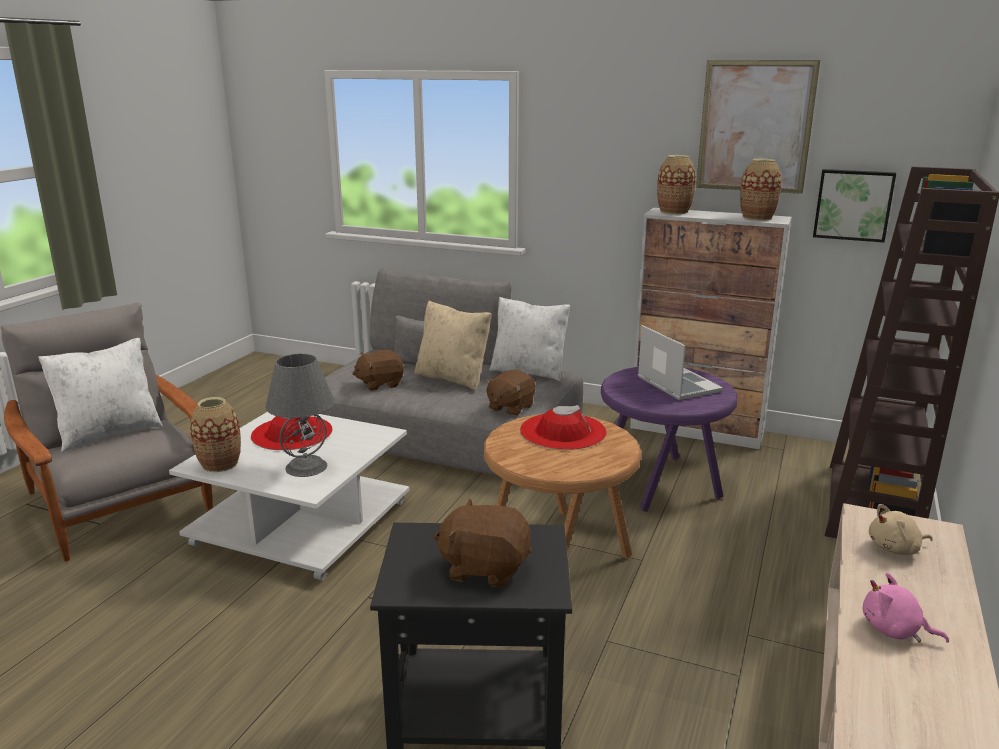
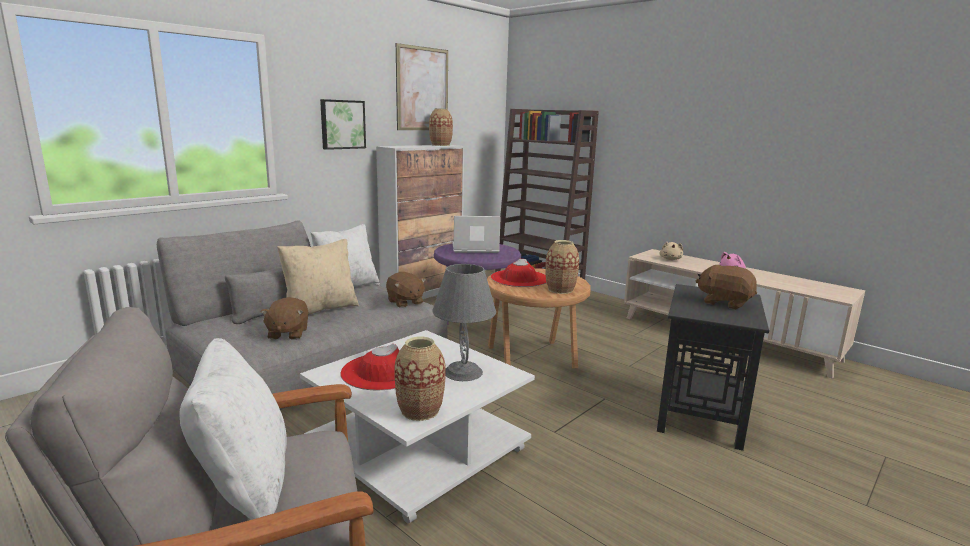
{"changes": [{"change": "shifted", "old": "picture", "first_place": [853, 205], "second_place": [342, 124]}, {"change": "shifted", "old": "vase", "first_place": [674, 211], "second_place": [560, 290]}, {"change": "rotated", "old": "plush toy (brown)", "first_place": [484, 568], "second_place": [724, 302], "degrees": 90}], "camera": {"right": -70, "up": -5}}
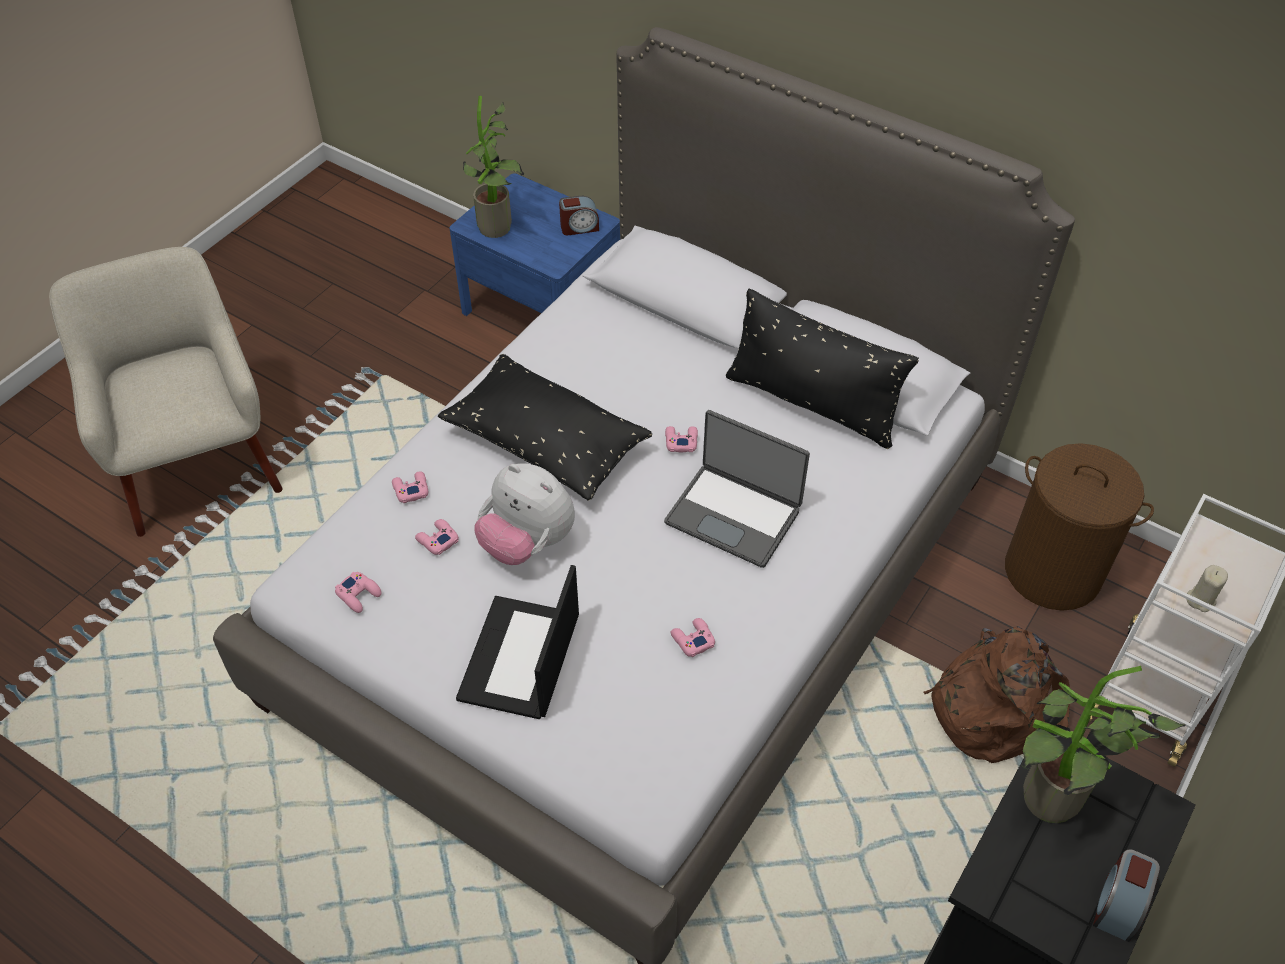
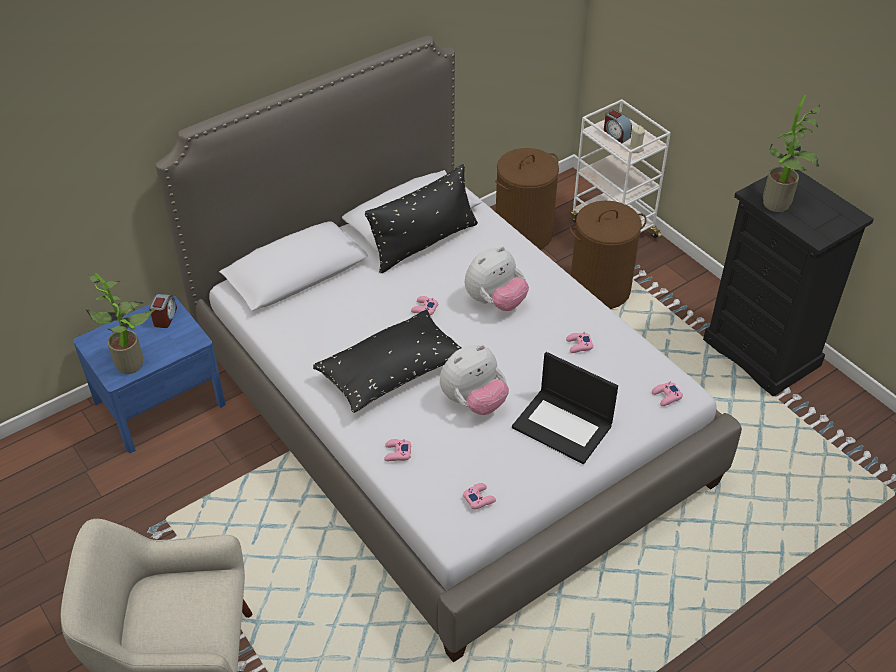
{"changes": [{"change": "swapped", "old": "laptop", "new": "plush toy", "first_place": [734, 515], "second_place": [495, 301]}, {"change": "swapped", "old": "backpack (brown)", "new": "laundry basket (brown)", "first_place": [993, 707], "second_place": [600, 289]}, {"change": "shifted", "old": "alarm clock", "first_place": [1118, 904], "second_place": [616, 135]}, {"change": "shifted", "old": "game controller (pink)", "first_place": [437, 540], "second_place": [666, 396]}], "camera": {"right": -70, "up": -5}}
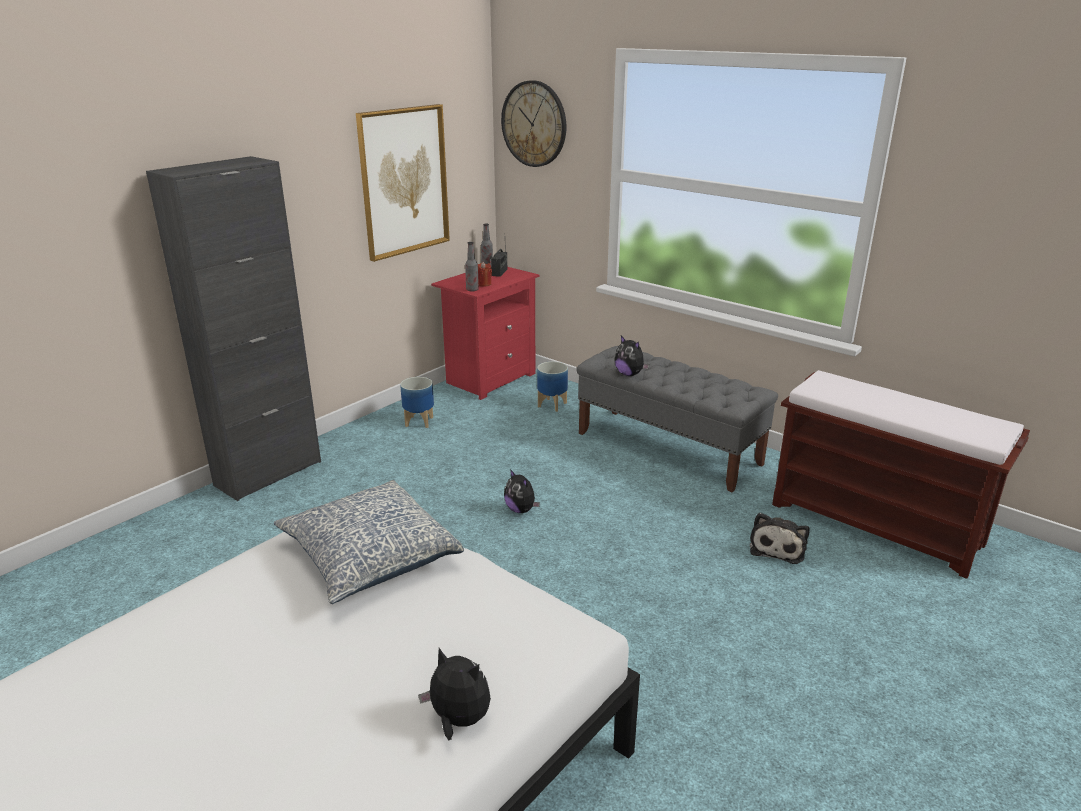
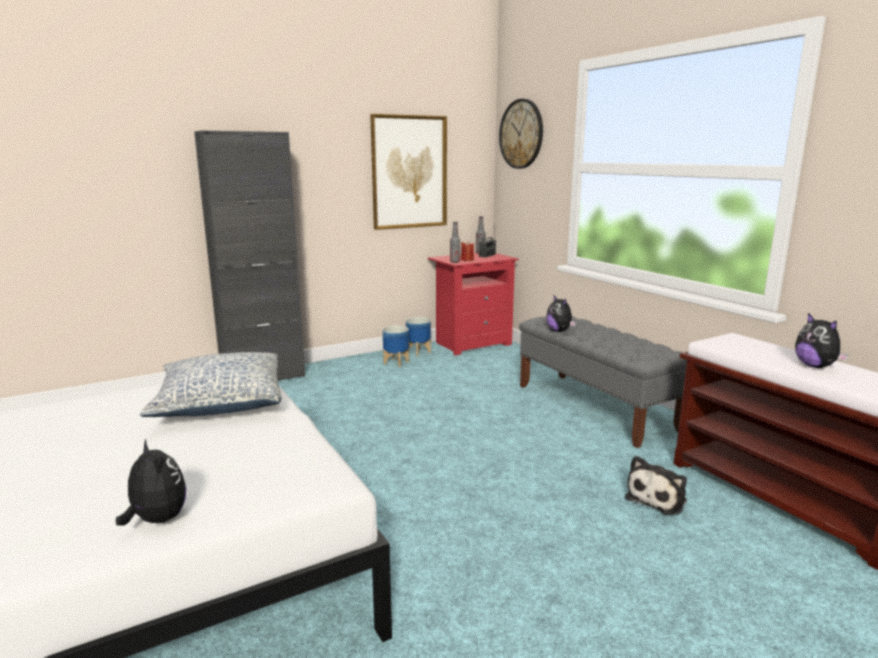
{"changes": [{"change": "shifted", "old": "planter", "first_place": [552, 404], "second_place": [418, 352]}, {"change": "shifted", "old": "plush toy", "first_place": [521, 510], "second_place": [815, 366]}], "camera": {"right": 20, "up": -10}}
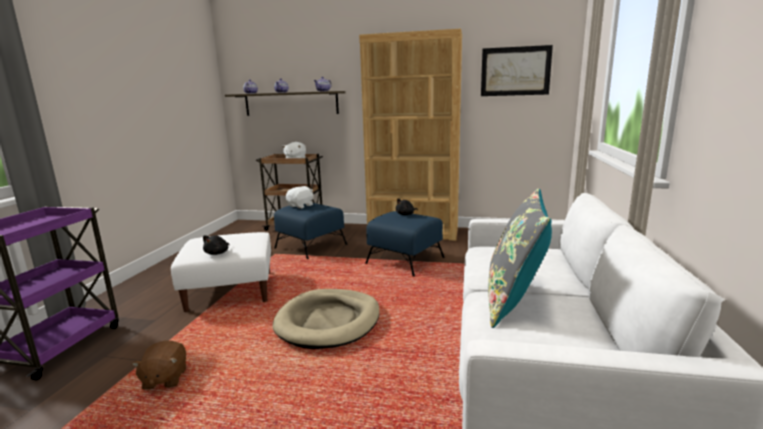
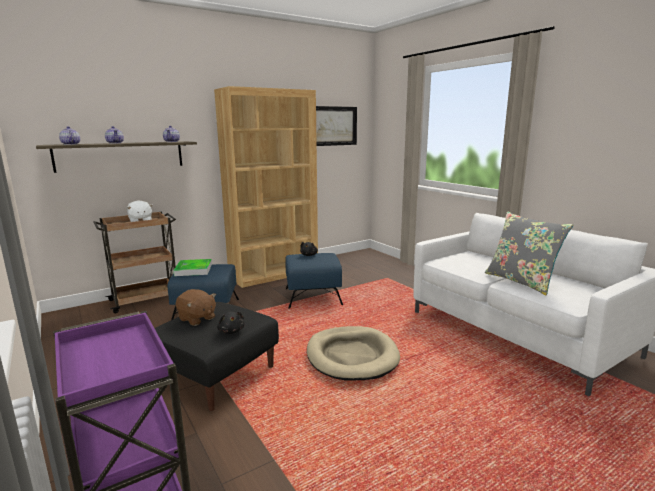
{"changes": [{"change": "repainted", "old": "ottoman (white)", "new": "ottoman (black)", "first_place": [231, 290], "second_place": [216, 374]}, {"change": "swapped", "old": "plush toy (white)", "new": "tray", "first_place": [301, 206], "second_place": [193, 270]}, {"change": "shifted", "old": "plush toy (brown)", "first_place": [164, 379], "second_place": [197, 319]}], "camera": {"right": -45, "up": 0}}
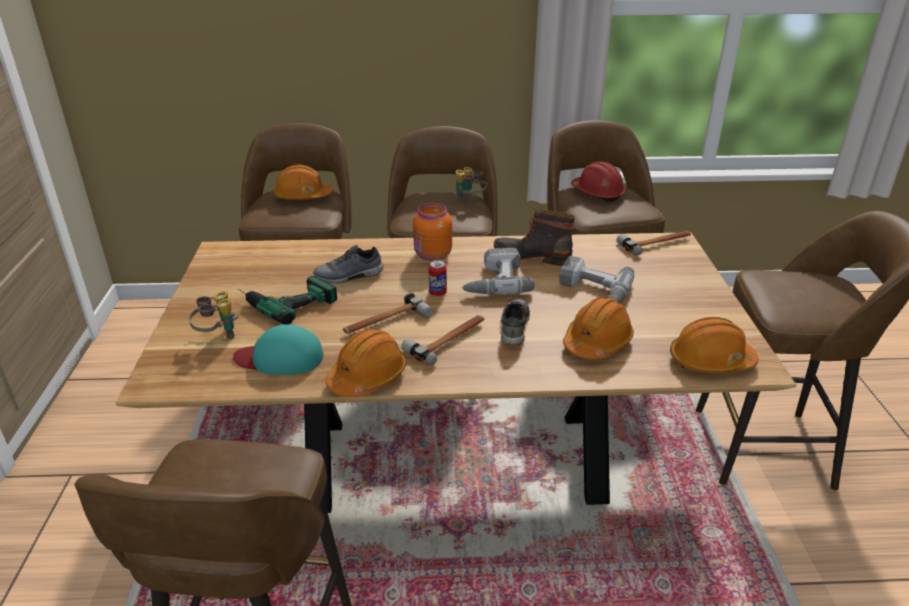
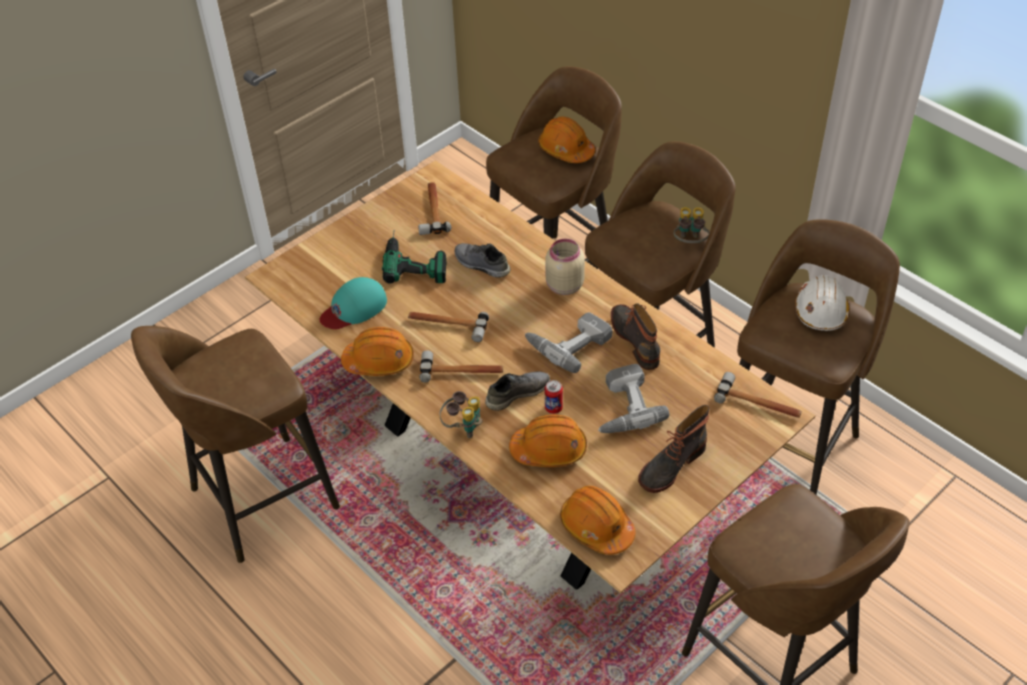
{"changes": [{"change": "rotated", "old": "cap (turquoise)", "first_place": [280, 358], "second_place": [354, 308], "degrees": -90}, {"change": "new", "new": "hammer", "second_place": [432, 210]}, {"change": "shifted", "old": "binoculars", "first_place": [217, 336], "second_place": [463, 427]}, {"change": "repainted", "old": "jar (orange)", "new": "jar (beige)", "first_place": [432, 255], "second_place": [563, 286]}, {"change": "shifted", "old": "can", "first_place": [437, 293], "second_place": [553, 408]}, {"change": "new", "new": "boot", "second_place": [670, 465]}, {"change": "repainted", "old": "hard hat (red)", "new": "hard hat (white)", "first_place": [598, 193], "second_place": [820, 311]}], "camera": {"right": 50, "up": 15}}
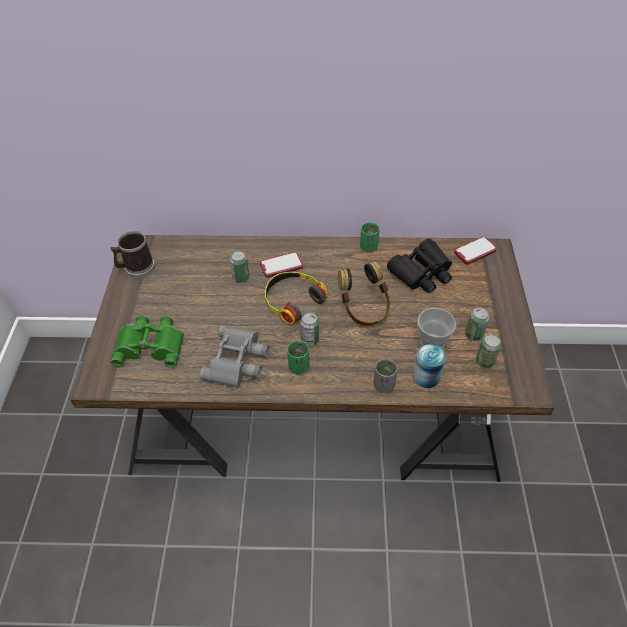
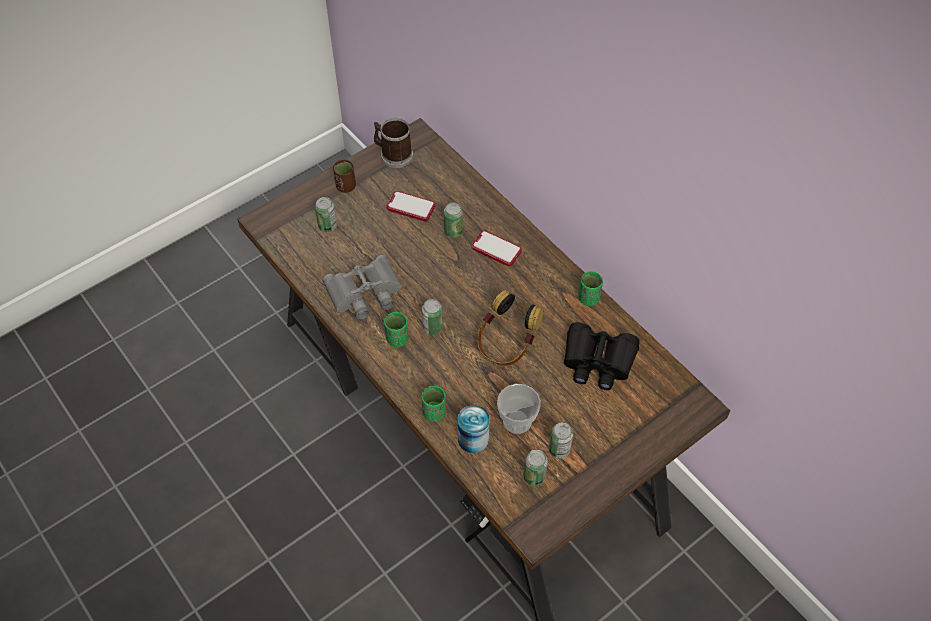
{"changes": [{"change": "swapped", "old": "binoculars (green)", "new": "can", "first_place": [151, 345], "second_place": [327, 226]}, {"change": "new", "new": "cup (brown)", "second_place": [346, 186]}, {"change": "shifted", "old": "phone", "first_place": [475, 251], "second_place": [411, 207]}, {"change": "repainted", "old": "cup (grey)", "new": "cup (green)", "first_place": [383, 385], "second_place": [434, 412]}, {"change": "gone", "old": "headphones", "first_place": [293, 300]}], "camera": {"right": 50, "up": 5}}
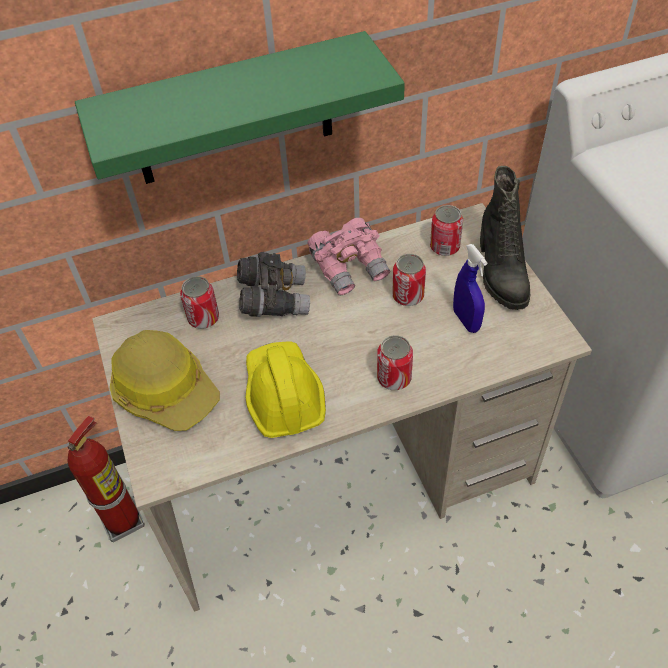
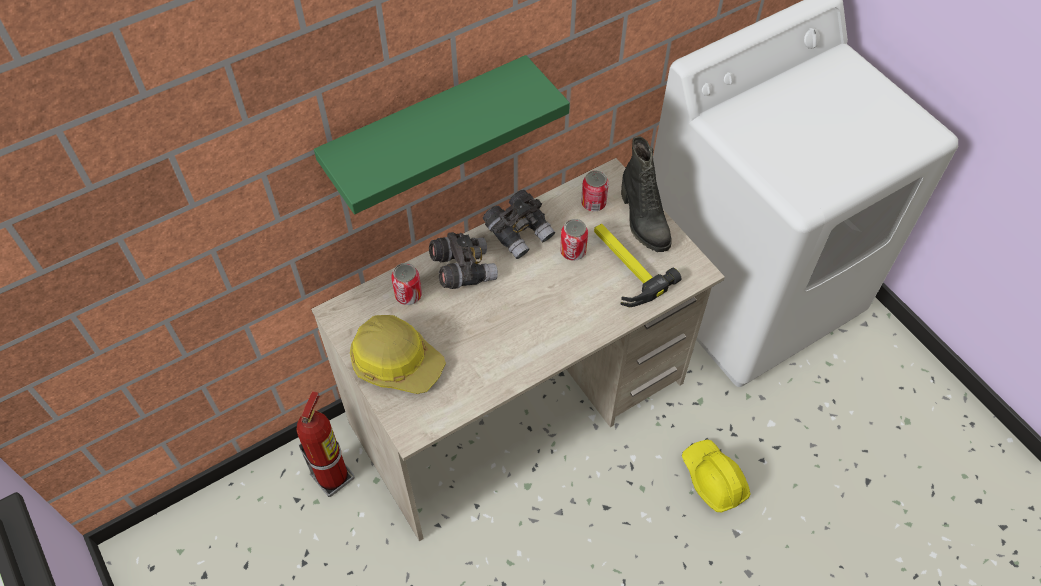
{"changes": [{"change": "repainted", "old": "binoculars (pink)", "new": "binoculars (grey)", "first_place": [350, 268], "second_place": [519, 233]}, {"change": "swapped", "old": "spray bottle (blue)", "new": "hammer", "first_place": [466, 320], "second_place": [624, 266]}, {"change": "shifted", "old": "hard hat (yellow)", "first_place": [283, 395], "second_place": [713, 479]}, {"change": "gone", "old": "can", "first_place": [394, 378]}], "camera": {"right": -15, "up": 5}}
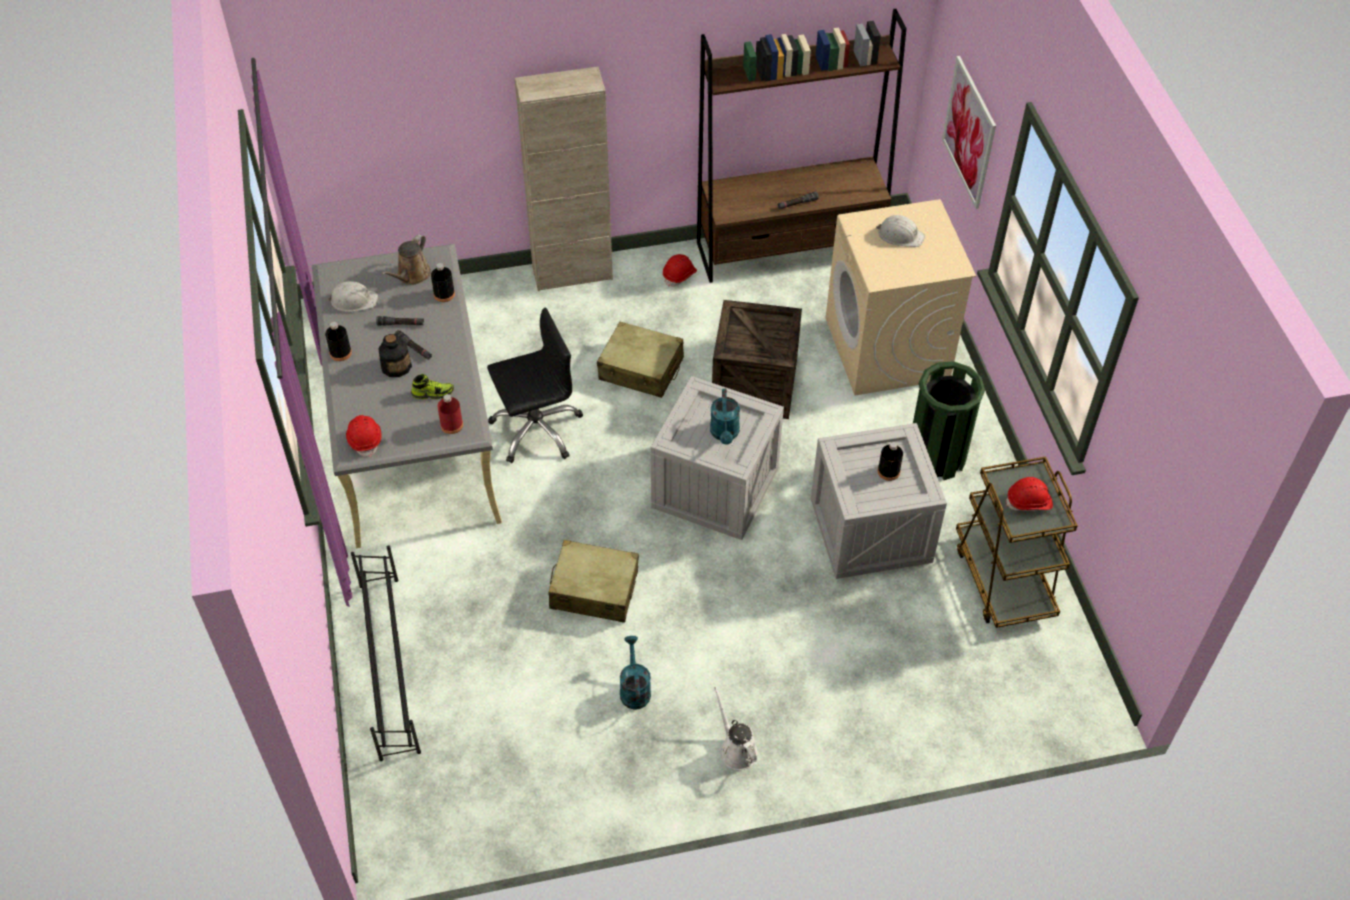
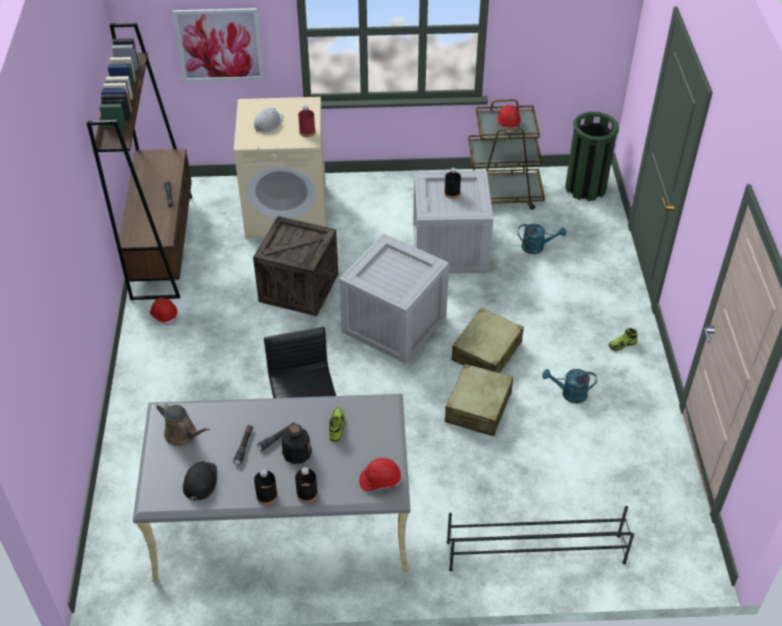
{"changes": [{"change": "repainted", "old": "hard hat (white)", "new": "hard hat (black)", "first_place": [353, 300], "second_place": [200, 482]}, {"change": "shifted", "old": "bottle (black)", "first_place": [444, 294], "second_place": [307, 493]}, {"change": "shifted", "old": "bottle (red)", "first_place": [451, 425], "second_place": [307, 132]}, {"change": "shifted", "old": "suitcase (beige)", "first_place": [641, 369], "second_place": [487, 351]}, {"change": "shifted", "old": "watering can (turquoise)", "first_place": [725, 434], "second_place": [537, 247]}, {"change": "shifted", "old": "trash can (green)", "first_place": [936, 457], "second_place": [585, 187]}, {"change": "swapped", "old": "watering can (white)", "new": "shoe", "first_place": [736, 749], "second_place": [622, 344]}, {"change": "gone", "old": "cabinet (beige)", "first_place": [572, 273]}], "camera": {"right": -80, "up": -5}}
